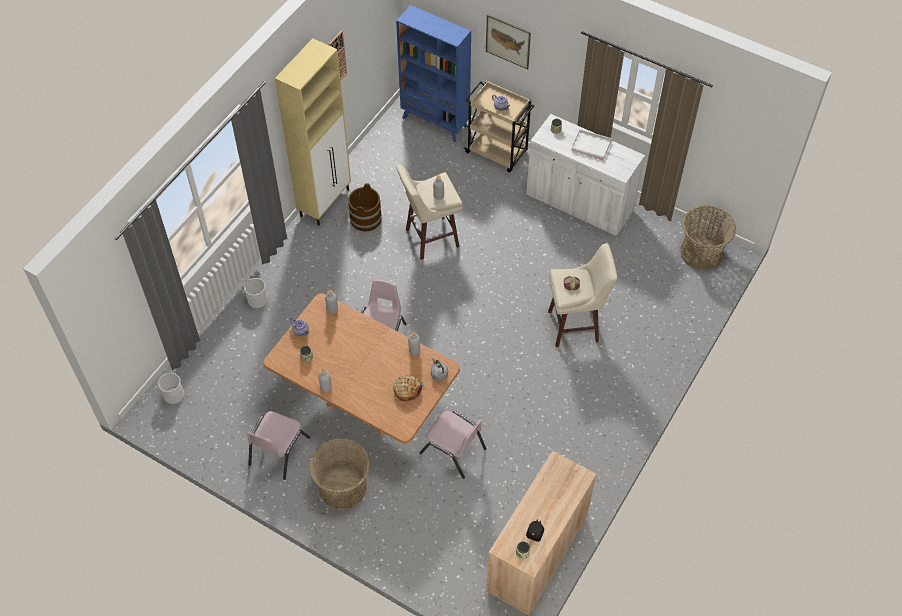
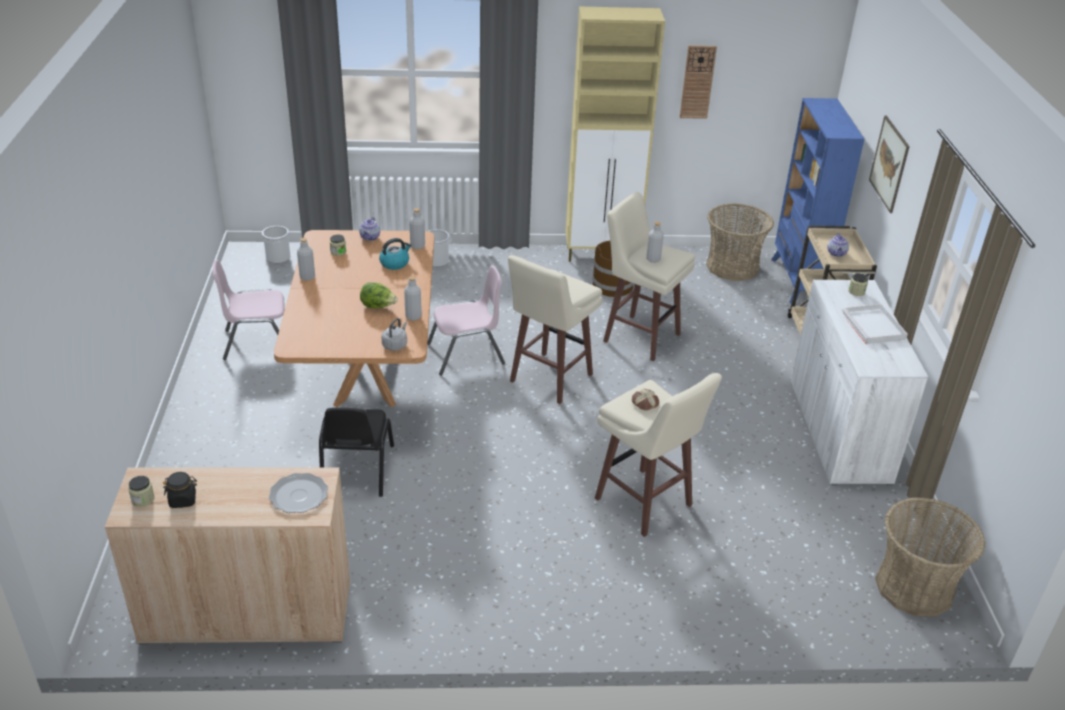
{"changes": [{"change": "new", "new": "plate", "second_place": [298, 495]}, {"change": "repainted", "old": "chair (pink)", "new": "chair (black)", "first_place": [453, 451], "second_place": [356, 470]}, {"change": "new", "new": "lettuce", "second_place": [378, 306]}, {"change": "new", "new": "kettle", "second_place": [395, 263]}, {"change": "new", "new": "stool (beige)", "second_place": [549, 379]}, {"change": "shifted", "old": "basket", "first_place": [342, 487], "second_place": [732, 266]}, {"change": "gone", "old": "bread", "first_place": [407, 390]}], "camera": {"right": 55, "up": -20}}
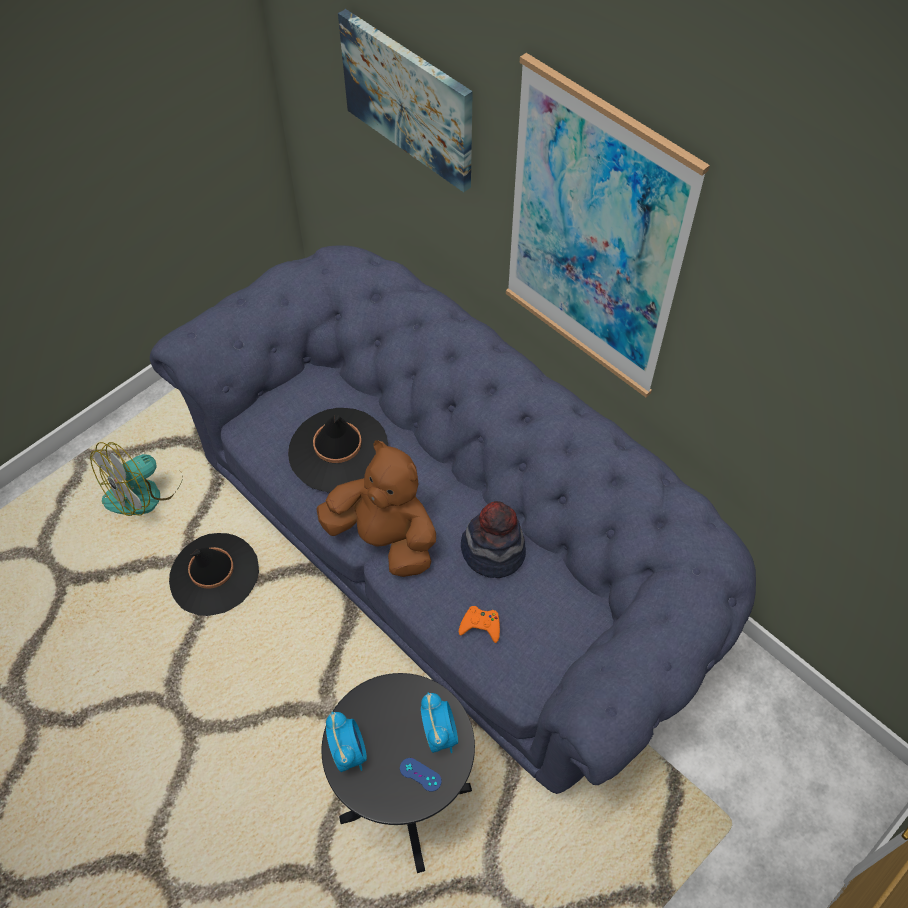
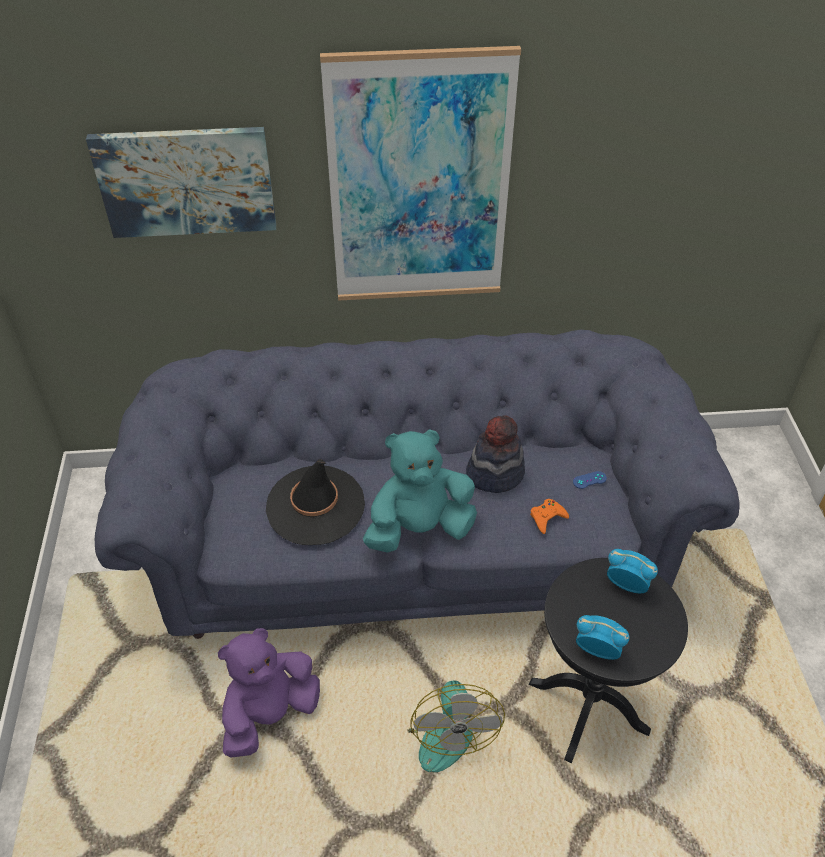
{"changes": [{"change": "swapped", "old": "hat (black)", "new": "plush toy (purple)", "first_place": [213, 574], "second_place": [270, 714]}, {"change": "repainted", "old": "plush toy (brown)", "new": "plush toy (turquoise)", "first_place": [384, 538], "second_place": [419, 528]}, {"change": "shifted", "old": "fan", "first_place": [144, 491], "second_place": [443, 728]}, {"change": "shifted", "old": "game controller (blue)", "first_place": [420, 774], "second_place": [589, 480]}], "camera": {"right": -50, "up": -10}}
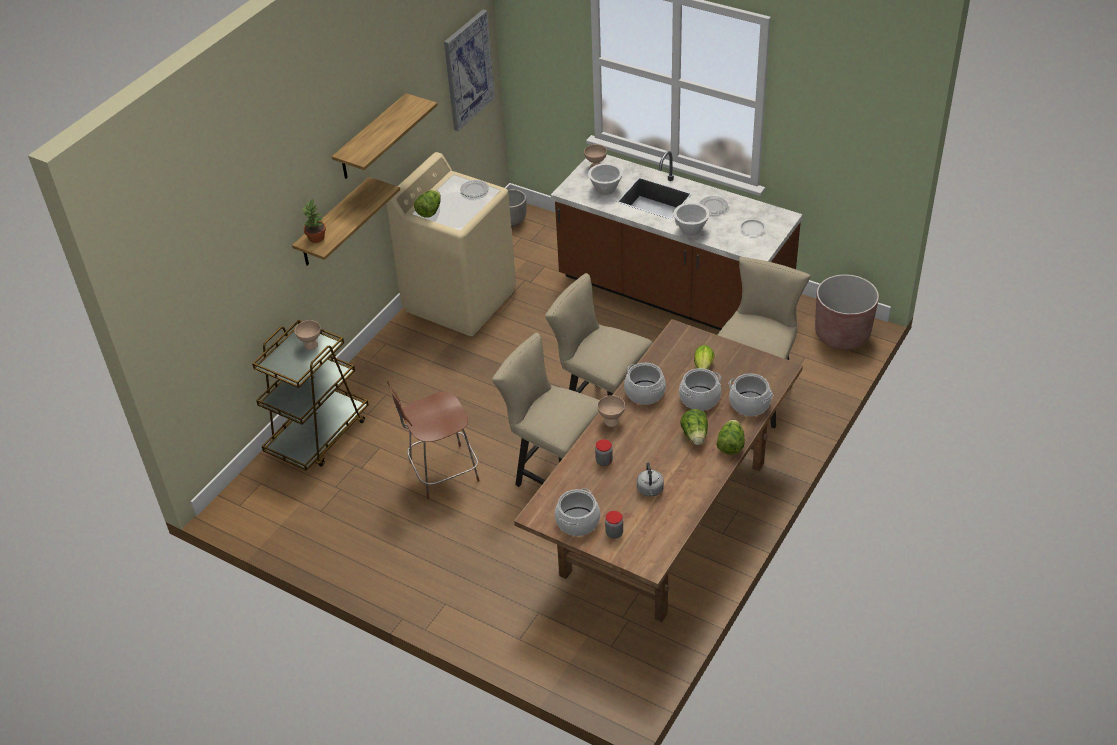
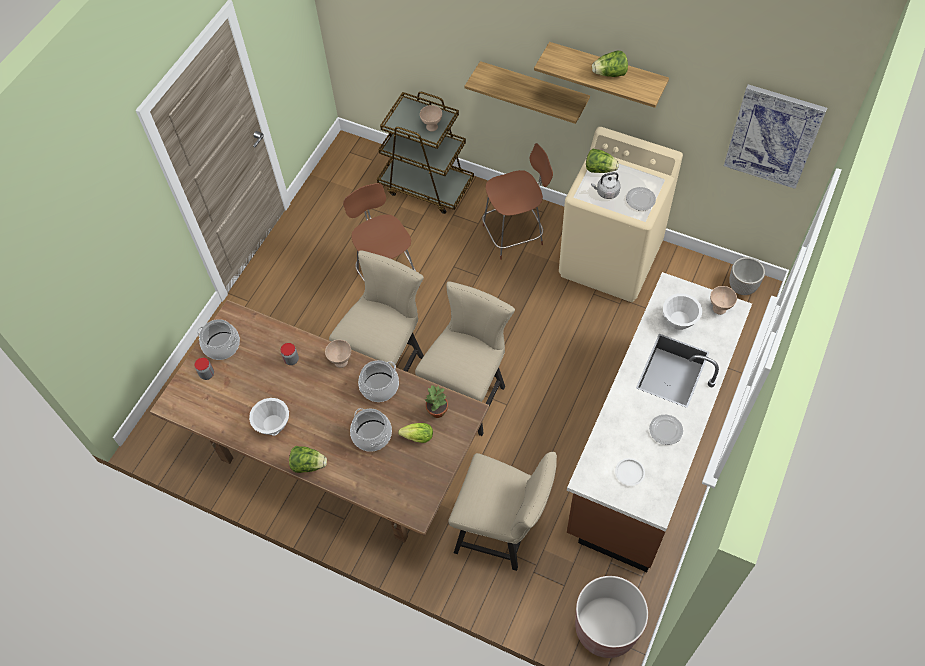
{"changes": [{"change": "shifted", "old": "bowl (white)", "first_place": [691, 230], "second_place": [273, 426]}, {"change": "shifted", "old": "potted plant", "first_place": [317, 238], "second_place": [437, 411]}, {"change": "new", "new": "stool (brown)", "second_place": [515, 234]}, {"change": "shifted", "old": "kettle (grey)", "first_place": [650, 490], "second_place": [606, 192]}, {"change": "shifted", "old": "lettuce", "first_place": [695, 436], "second_place": [610, 74]}, {"change": "gone", "old": "cooking pot", "first_place": [750, 404]}], "camera": {"right": 85, "up": 15}}
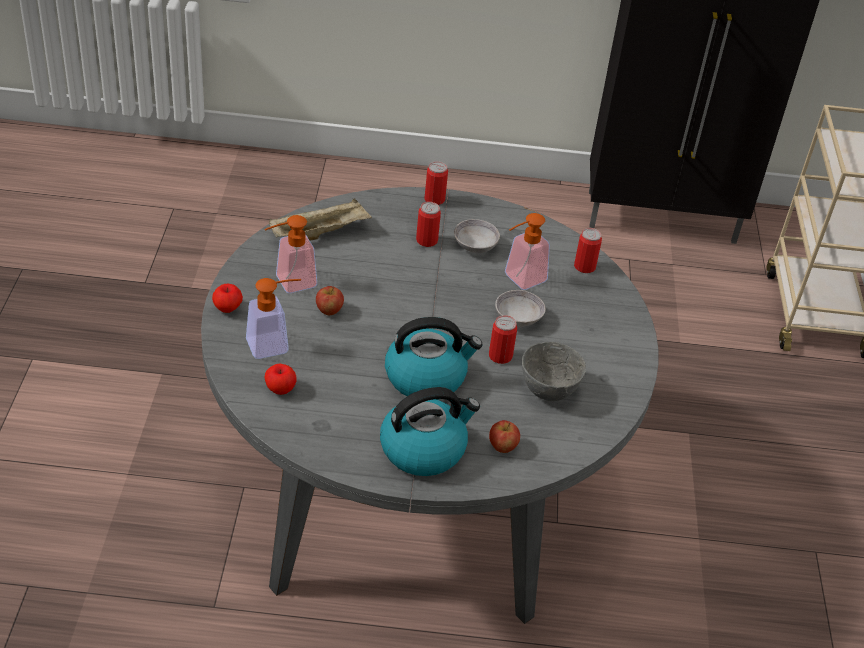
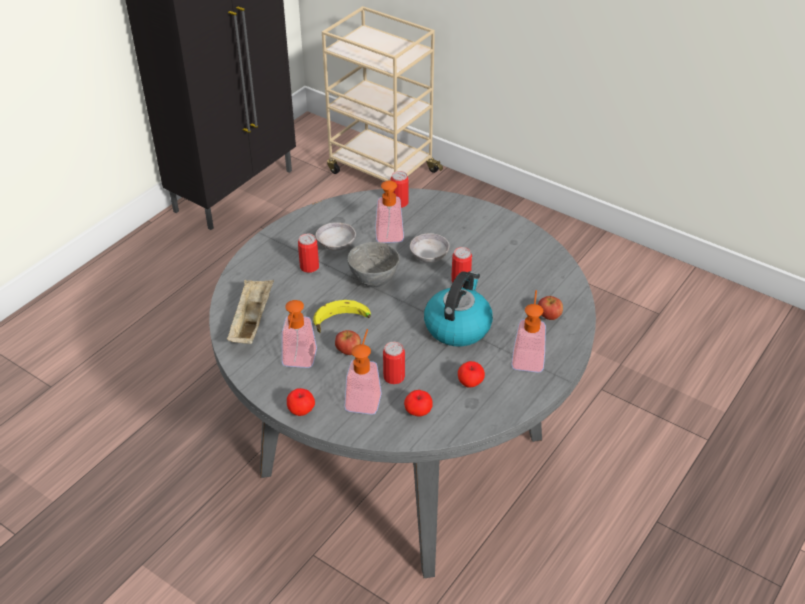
{"changes": [{"change": "new", "new": "banana", "second_place": [342, 323]}, {"change": "shifted", "old": "bowl (grey)", "first_place": [547, 391], "second_place": [373, 281]}, {"change": "shifted", "old": "can", "first_place": [434, 199], "second_place": [394, 377]}, {"change": "new", "new": "apple", "second_place": [470, 383]}, {"change": "swapped", "old": "kettle", "new": "soap dispenser", "first_place": [424, 449], "second_place": [528, 356]}], "camera": {"right": -55, "up": 0}}
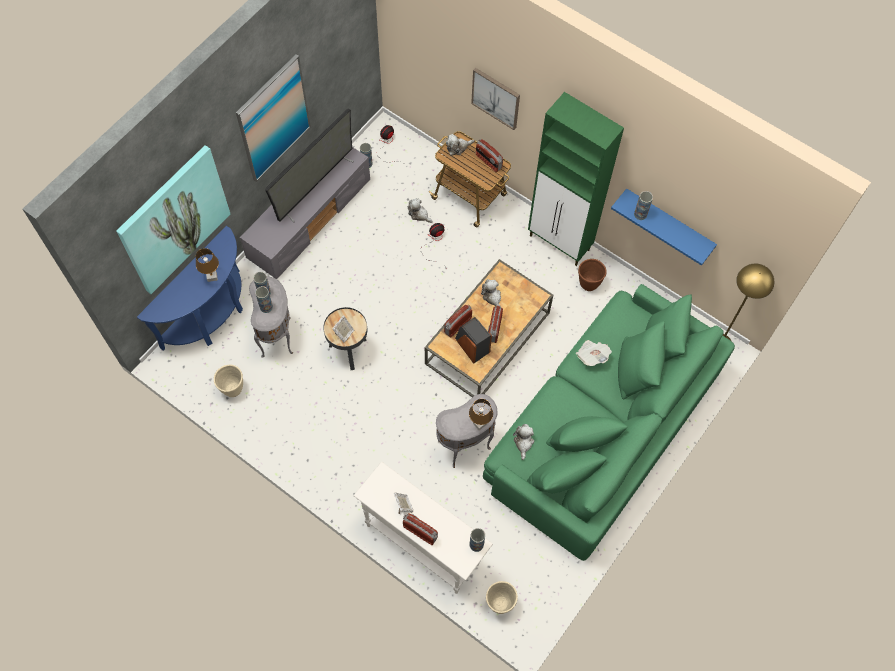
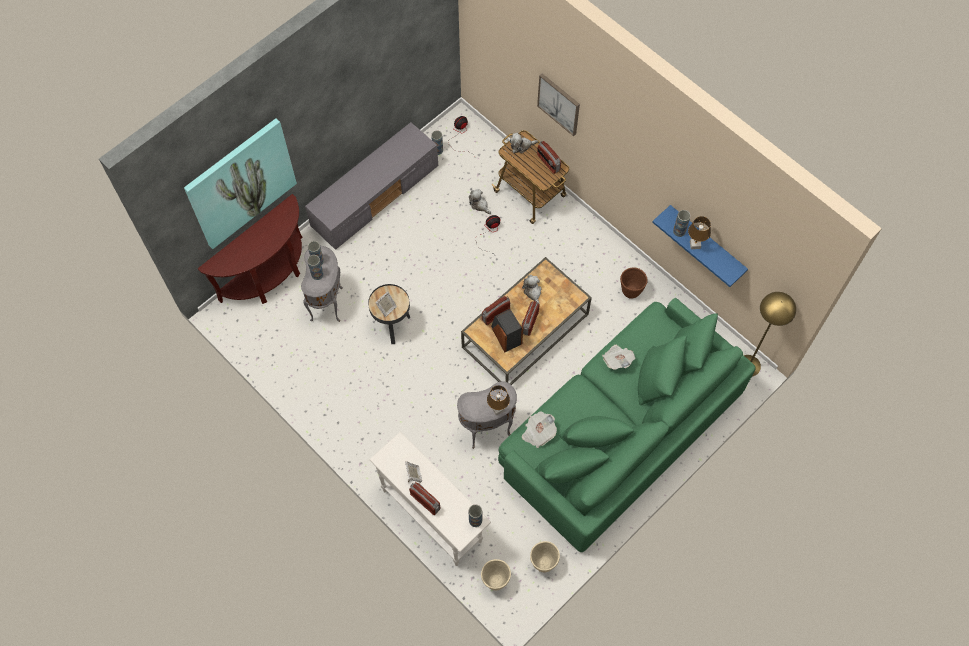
{"changes": [{"change": "repainted", "old": "console table (blue)", "new": "console table (brown)", "first_place": [210, 316], "second_place": [269, 277]}, {"change": "swapped", "old": "plush toy", "new": "newspaper", "first_place": [523, 442], "second_place": [538, 433]}, {"change": "shifted", "old": "planter (beige)", "first_place": [233, 389], "second_place": [543, 563]}, {"change": "shifted", "old": "table lamp (brown)", "first_place": [212, 277], "second_place": [694, 245]}, {"change": "gone", "old": "picture", "first_place": [273, 119]}, {"change": "gone", "old": "television", "first_place": [315, 186]}, {"change": "gone", "old": "cabinet (green)", "first_place": [560, 243]}], "camera": {"right": 10, "up": 0}}
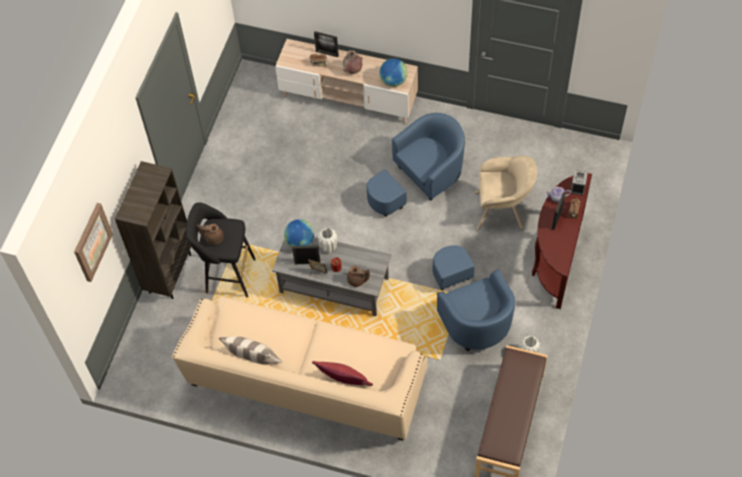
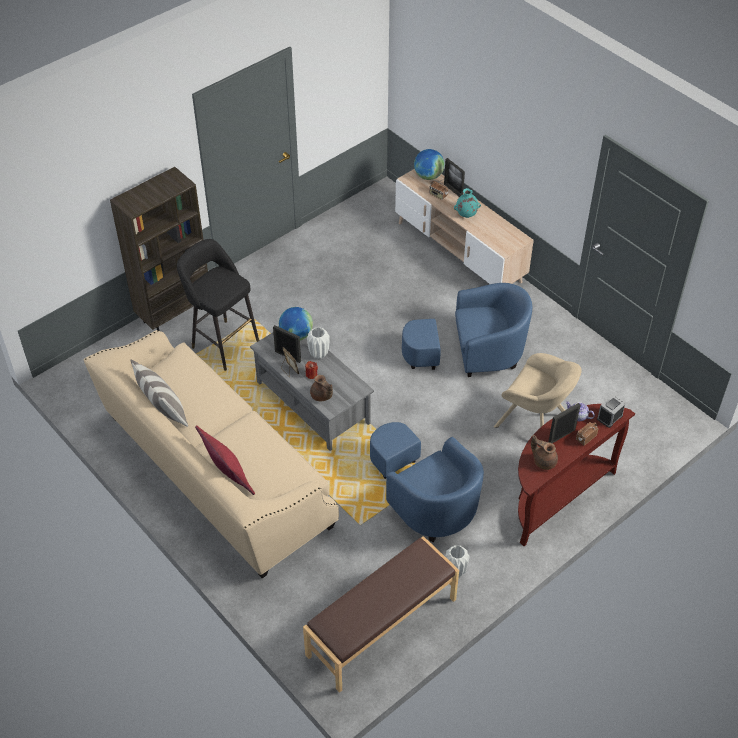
{"changes": [{"change": "rotated", "old": "armchair (blue)", "first_place": [470, 314], "second_place": [425, 500], "degrees": -45}, {"change": "shifted", "old": "globe", "first_place": [393, 81], "second_place": [428, 176]}, {"change": "repainted", "old": "vase (brown)", "new": "vase (turquoise)", "first_place": [353, 70], "second_place": [466, 215]}, {"change": "shifted", "old": "teapot (brown)", "first_place": [213, 238], "second_place": [544, 461]}, {"change": "gone", "old": "picture", "first_place": [92, 242]}], "camera": {"right": 30, "up": -10}}
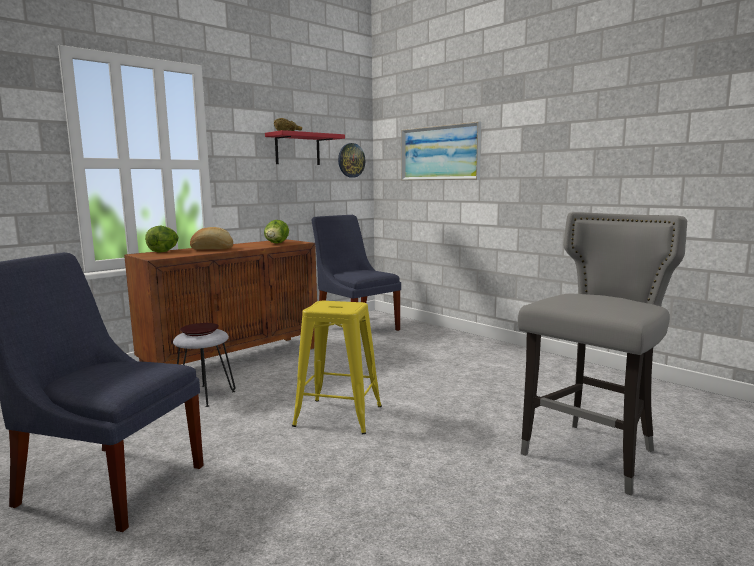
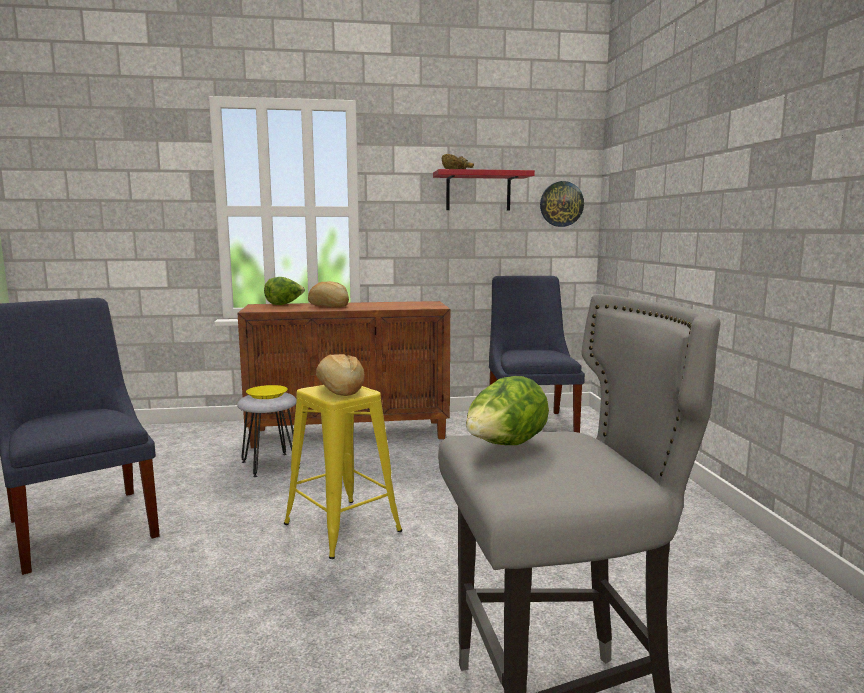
{"changes": [{"change": "repainted", "old": "plate (brown)", "new": "plate (yellow)", "first_place": [199, 332], "second_place": [267, 395]}, {"change": "new", "new": "bread", "second_place": [339, 390]}, {"change": "shifted", "old": "lettuce", "first_place": [276, 244], "second_place": [505, 446]}, {"change": "gone", "old": "picture", "first_place": [439, 153]}], "camera": {"right": 35, "up": 0}}
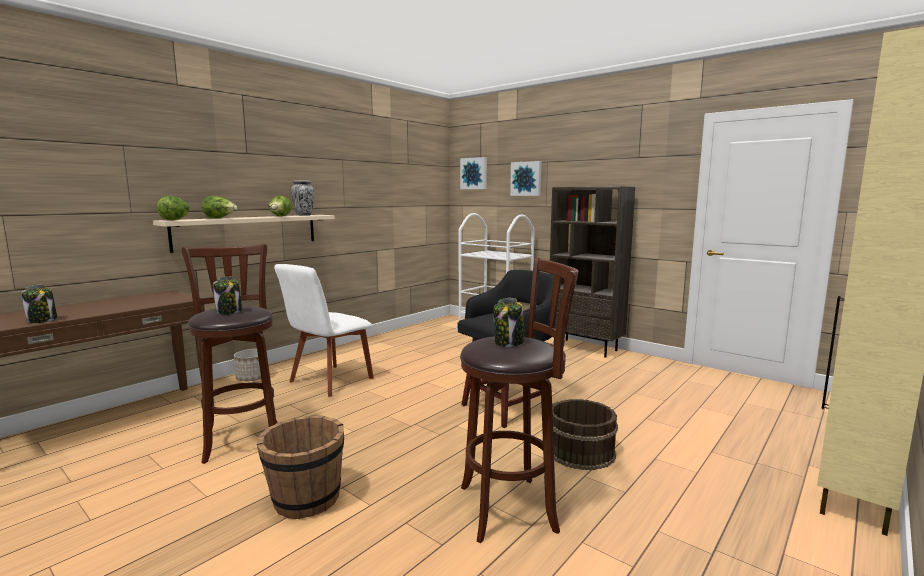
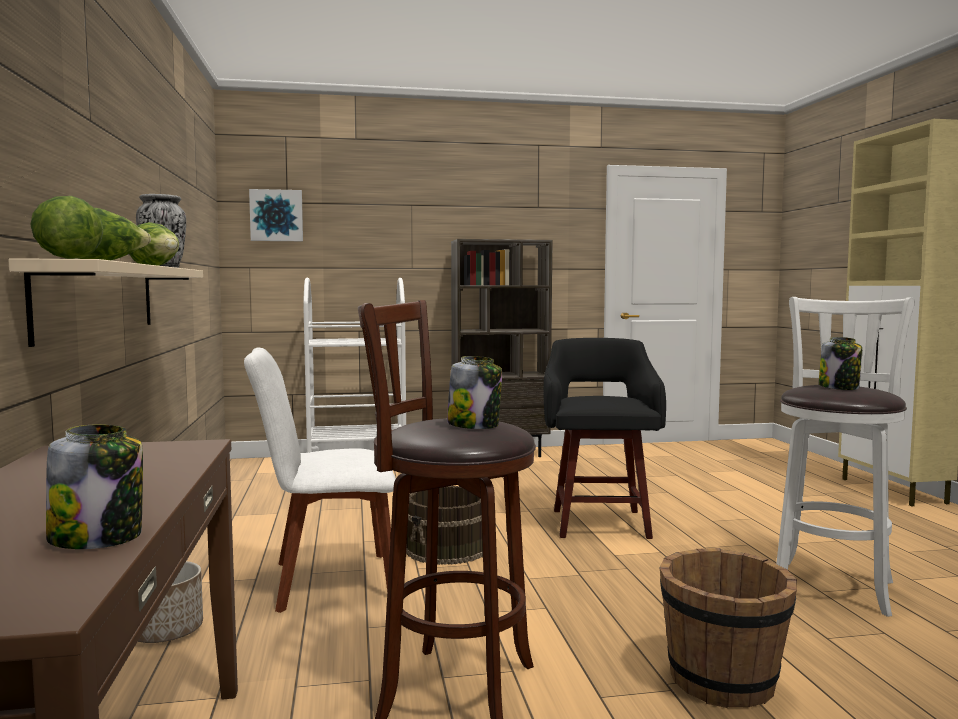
{"changes": [{"change": "rotated", "old": "chair (white)", "first_place": [328, 381], "second_place": [326, 581], "degrees": 90}, {"change": "shifted", "old": "bucket (brown)", "first_place": [580, 452], "second_place": [447, 549]}, {"change": "repainted", "old": "stool (brown)", "new": "stool (white)", "first_place": [513, 507], "second_place": [832, 584]}, {"change": "gone", "old": "picture", "first_place": [526, 178]}], "camera": {"right": -50, "up": -5}}
